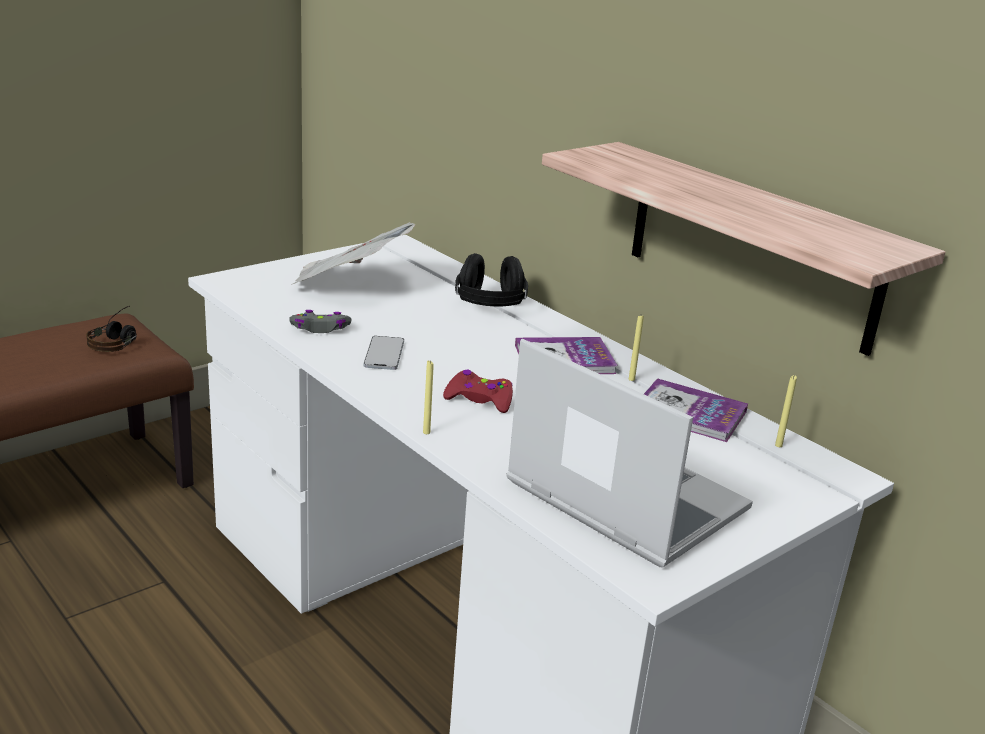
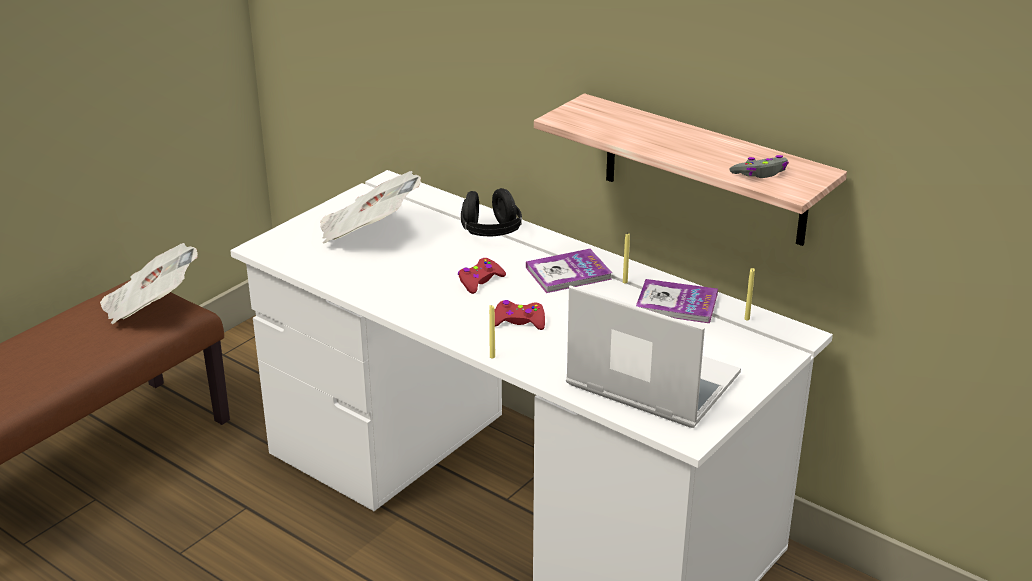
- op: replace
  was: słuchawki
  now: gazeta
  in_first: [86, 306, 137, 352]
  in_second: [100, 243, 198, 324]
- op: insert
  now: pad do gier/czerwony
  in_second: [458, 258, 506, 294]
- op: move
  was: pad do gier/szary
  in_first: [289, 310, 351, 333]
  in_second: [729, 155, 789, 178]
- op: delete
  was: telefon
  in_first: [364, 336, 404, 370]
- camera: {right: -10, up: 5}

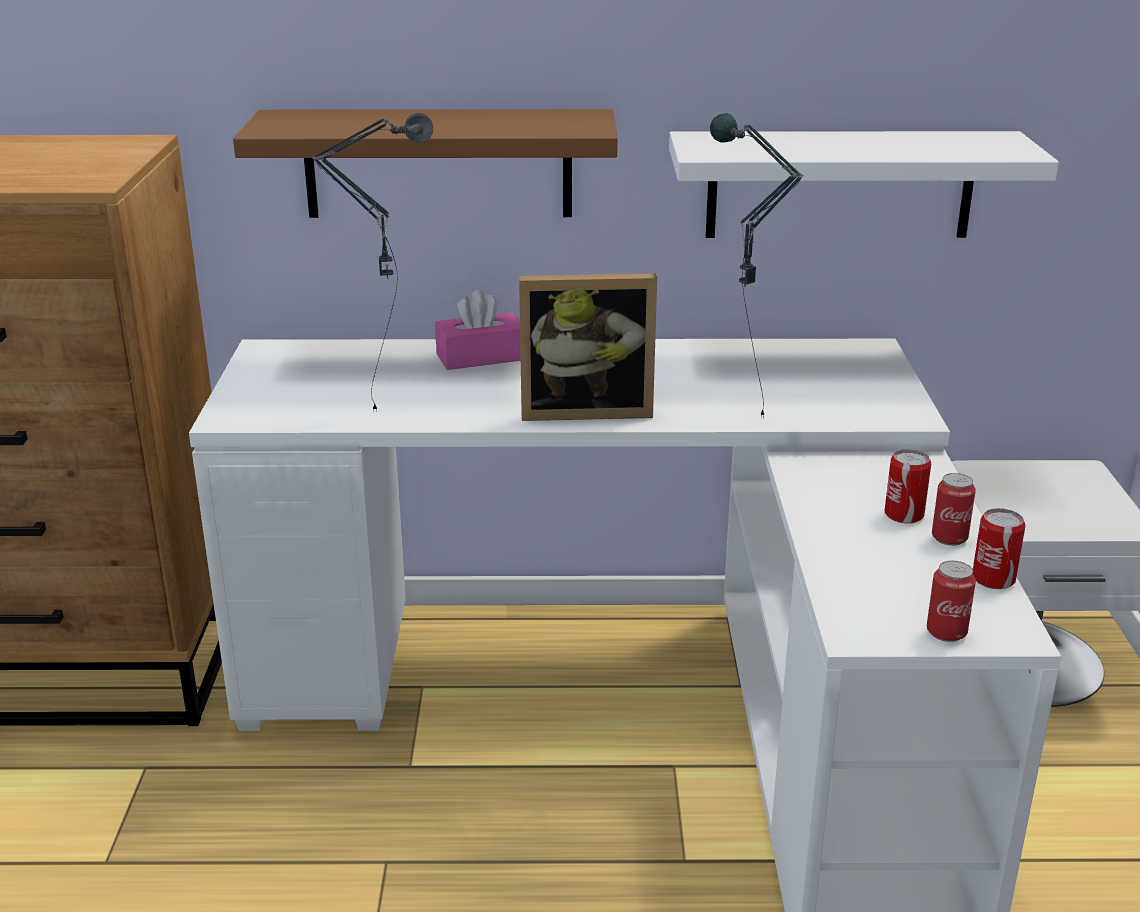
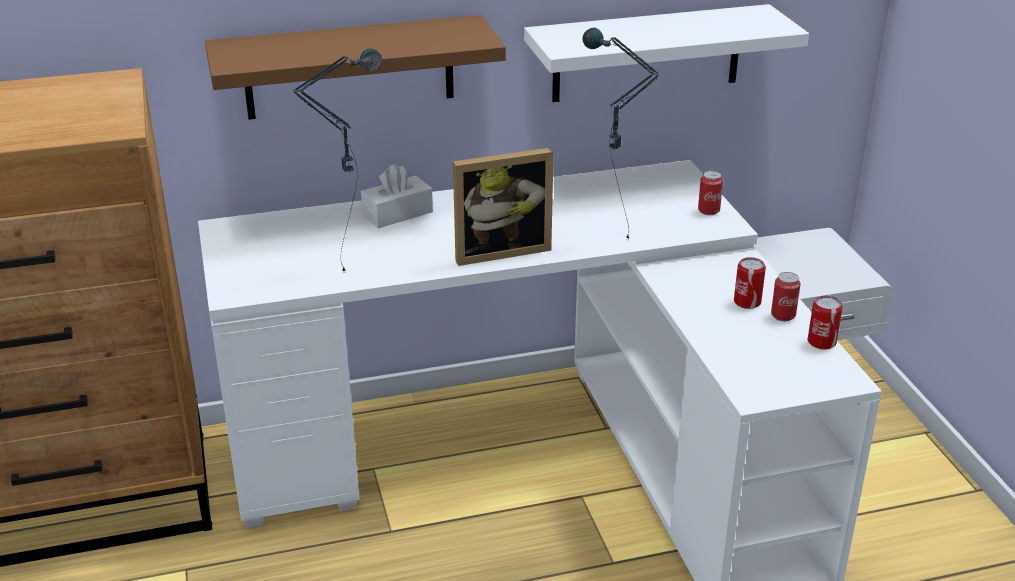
- op: recolor
  was: pudełko chusteczek/różowy
  now: pudełko chusteczek/biały
  in_first: [435, 290, 521, 370]
  in_second: [361, 164, 433, 228]
- op: move
  was: puszka
  in_first: [927, 561, 976, 642]
  in_second: [698, 171, 723, 215]
- camera: {right: -15, up: 5}

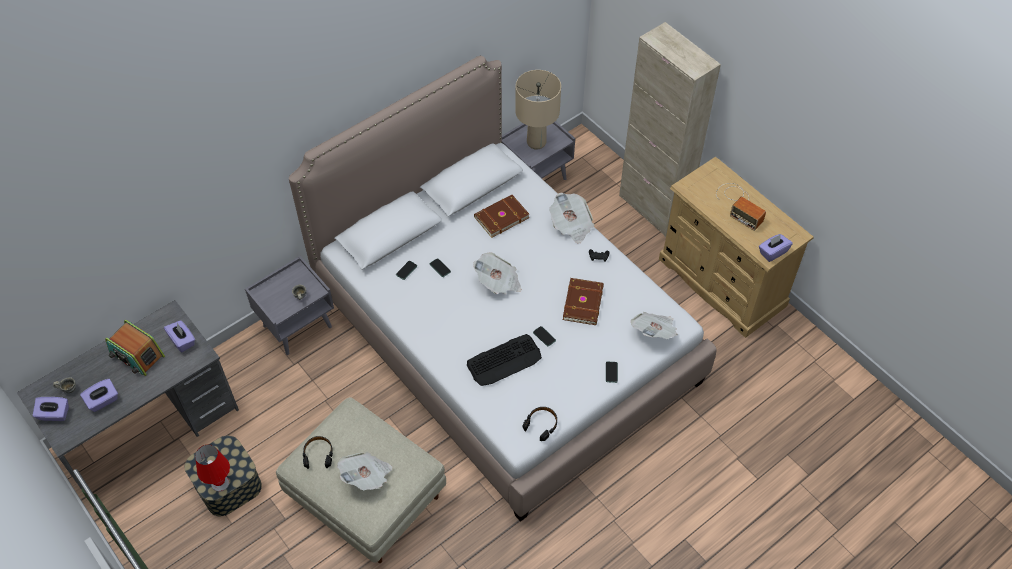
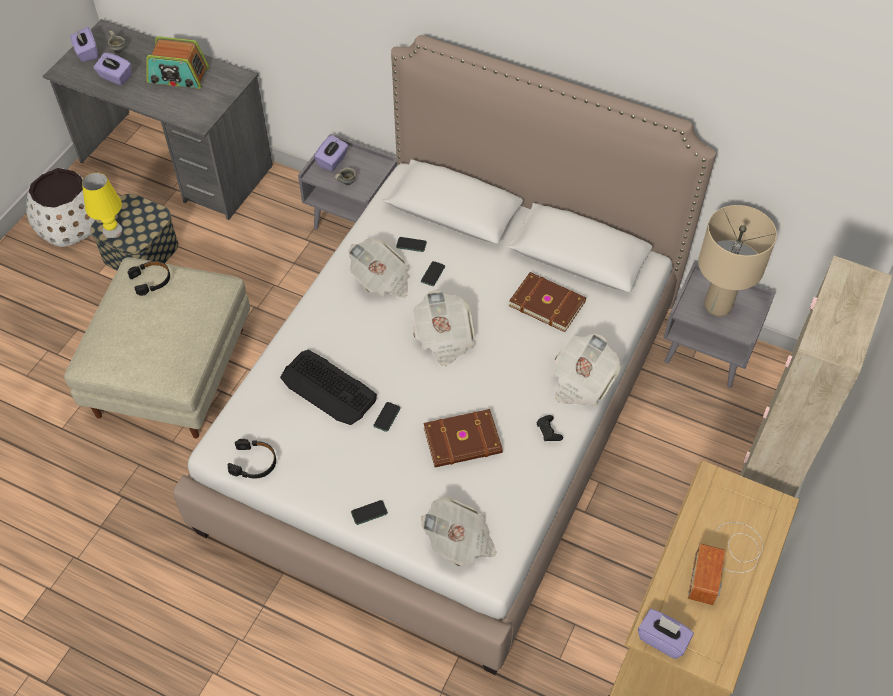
- op: insert
  now: donica/biały
  in_second: [26, 168, 96, 247]
- op: recolor
  was: lampa stołowa/czerwony
  now: lampa stołowa/żółty
  in_first: [195, 445, 230, 492]
  in_second: [82, 172, 122, 238]
- op: rotate
  was: radio
  in_first: [105, 320, 165, 376]
  in_second: [146, 36, 209, 88]
  clockwise: -90
- op: move
  was: pudełko chusteczek/fioletowy
  in_first: [164, 320, 195, 352]
  in_second: [314, 135, 348, 171]
- op: move
  was: gazeta
  in_first: [337, 452, 393, 490]
  in_second: [348, 238, 410, 297]
- camera: {right: 65, up: 0}

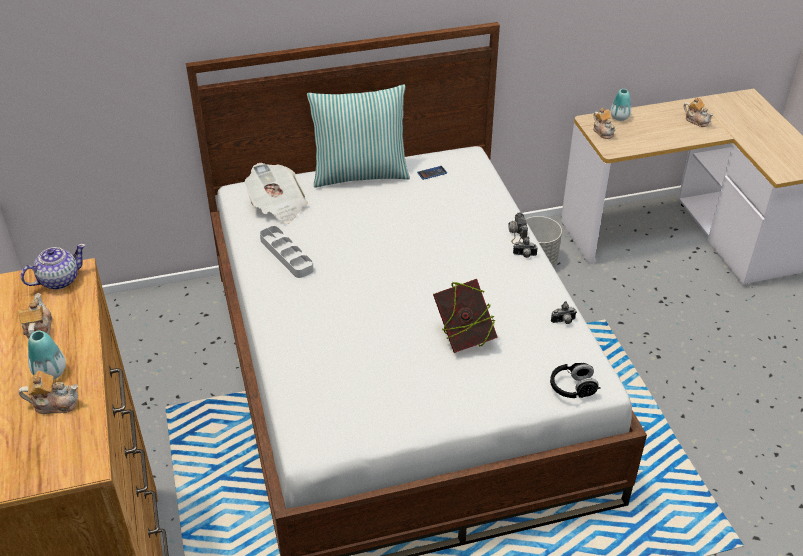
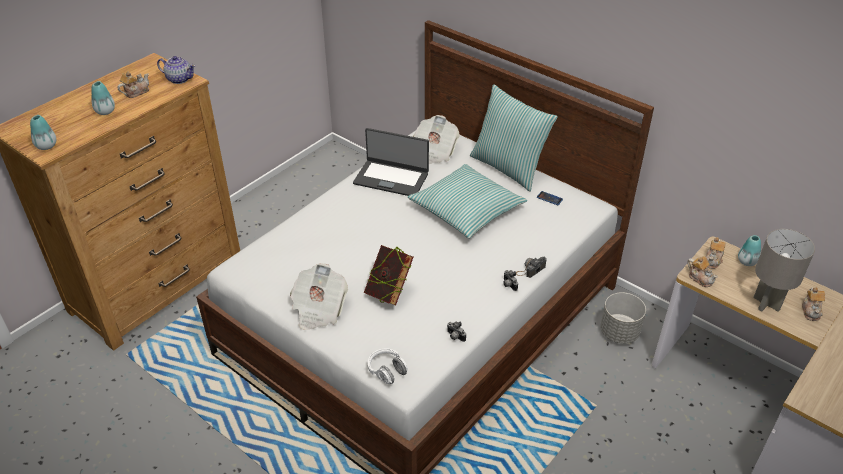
- op: insert
  now: wazon
  in_second: [30, 115, 56, 150]
- op: insert
  now: gazeta
  in_second: [290, 263, 348, 330]
- op: replace
  was: taca/szary
  now: laptop
  in_first: [260, 226, 314, 278]
  in_second: [353, 128, 429, 196]
- op: recolor
  was: słuchawki/czarny
  now: słuchawki/biały
  in_first: [550, 363, 601, 398]
  in_second: [368, 348, 408, 384]
- op: insert
  now: poduszka
  in_second: [407, 164, 527, 238]
- op: move
  was: imbryk
  in_first: [19, 371, 78, 414]
  in_second: [687, 256, 718, 287]
- op: insert
  now: lampa stołowa/szary
  in_second: [753, 229, 815, 311]
- camera: {right: 55, up: 0}

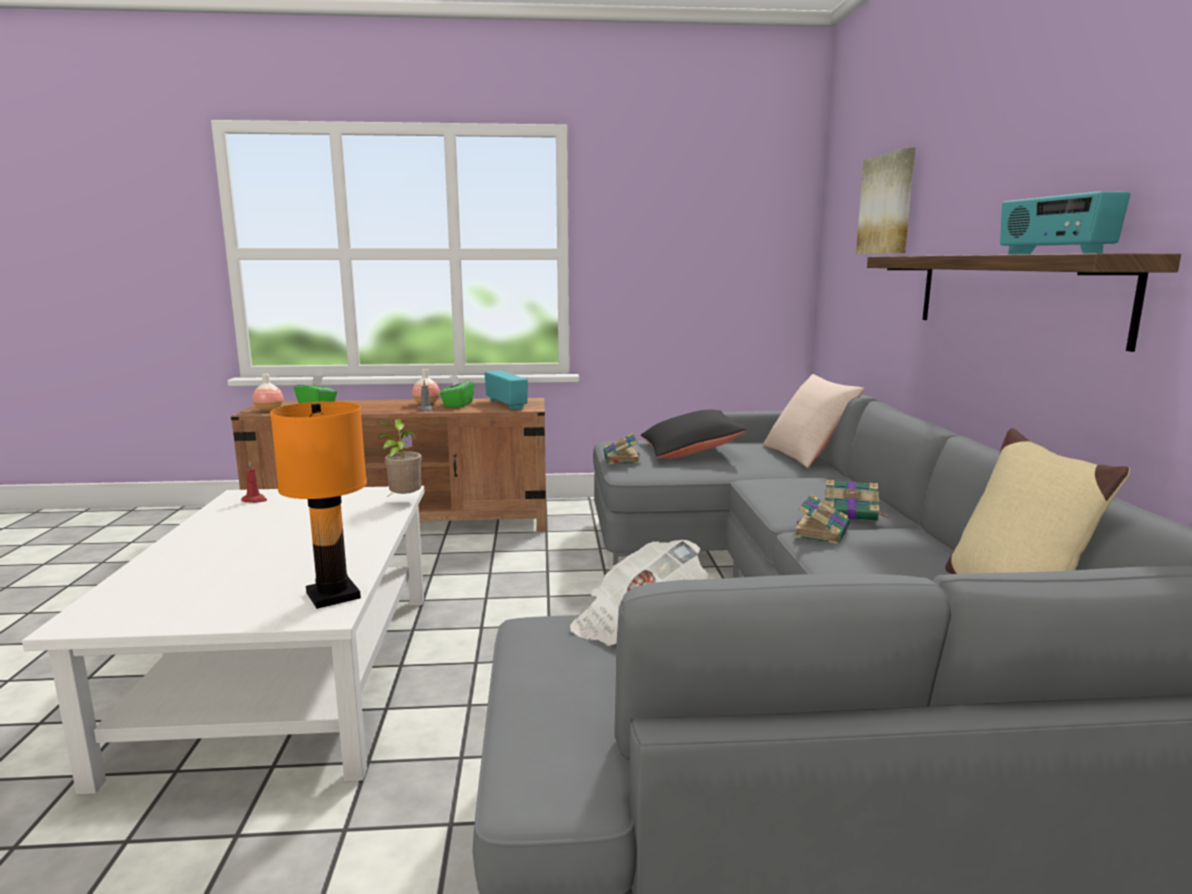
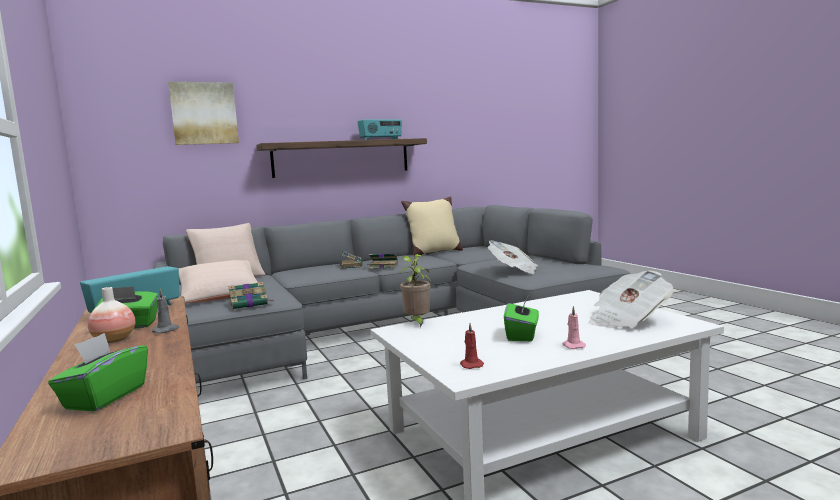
- op: recolor
  was: poduszka/czarny
  now: poduszka/beżowy
  in_first: [641, 410, 746, 458]
  in_second: [179, 260, 258, 303]
- op: insert
  now: pudełko chusteczek/zielony
  in_second: [504, 296, 539, 341]
- op: insert
  now: świeca/różowy
  in_second: [562, 306, 586, 349]
- op: insert
  now: gazeta
  in_second: [589, 271, 673, 328]
- op: delete
  was: wazon
  in_first: [253, 374, 284, 412]
- op: delete
  was: lampa stołowa/pomarańczowy
  in_first: [270, 401, 367, 609]
- camera: {right: -110, up: -5}

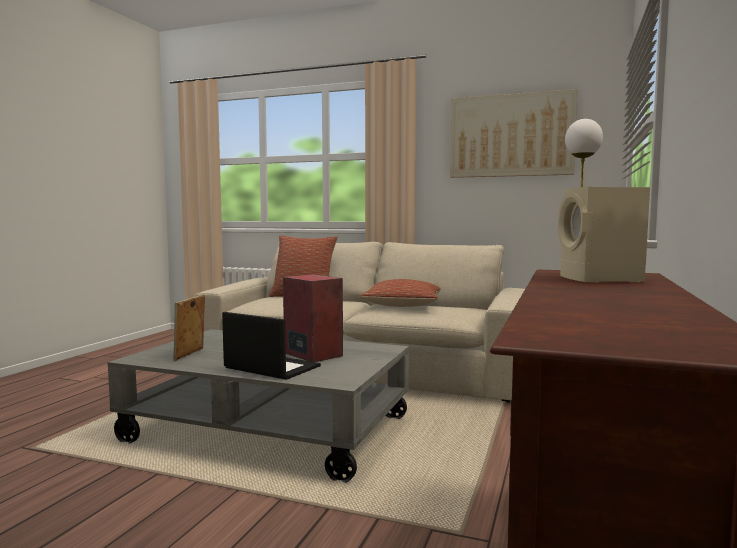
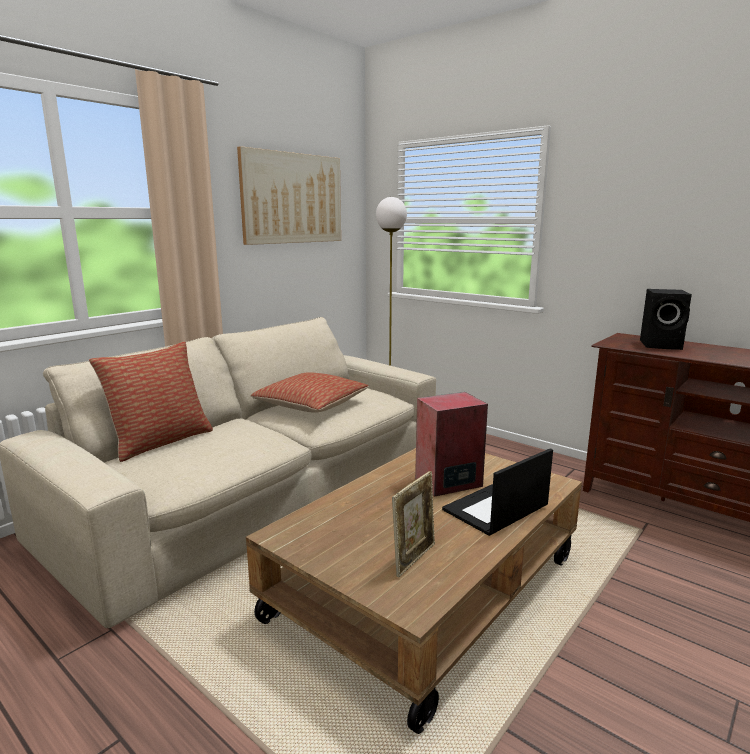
- op: recolor
  was: ława/szary
  now: ława/brązowy
  in_first: [107, 329, 409, 482]
  in_second: [246, 448, 582, 734]
- op: rotate
  was: ramka na zdjęcie
  in_first: [173, 294, 205, 361]
  in_second: [392, 471, 435, 578]
  clockwise: -90
- op: recolor
  was: głośnik/beżowy
  now: głośnik/czarny
  in_first: [558, 187, 650, 282]
  in_second: [640, 289, 692, 350]
- camera: {right: -70, up: 10}

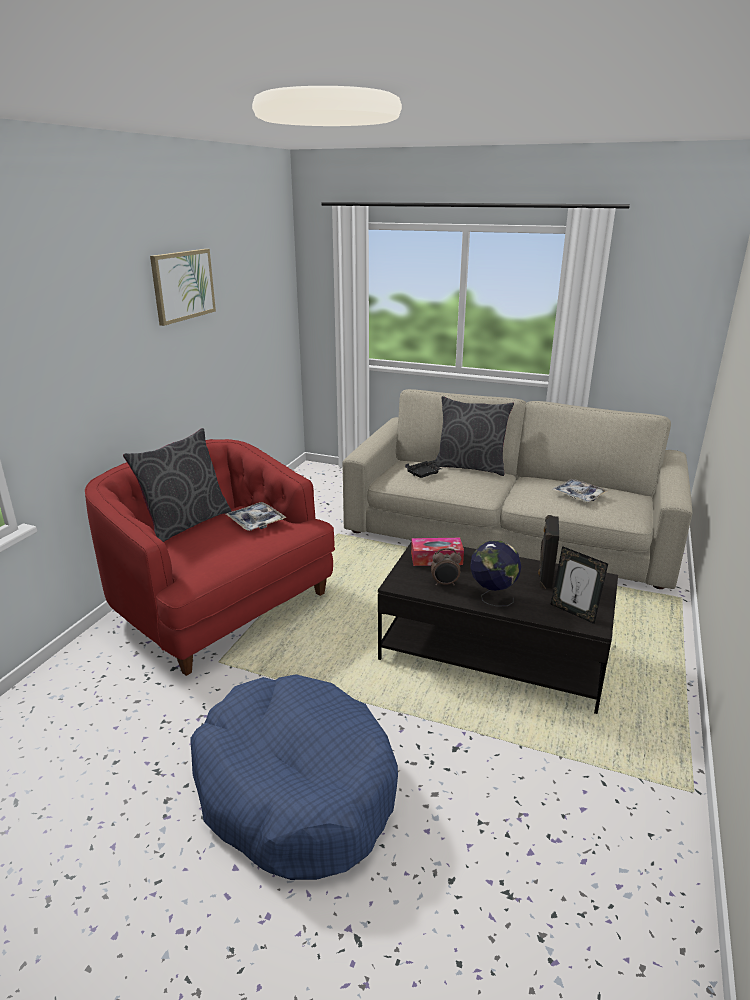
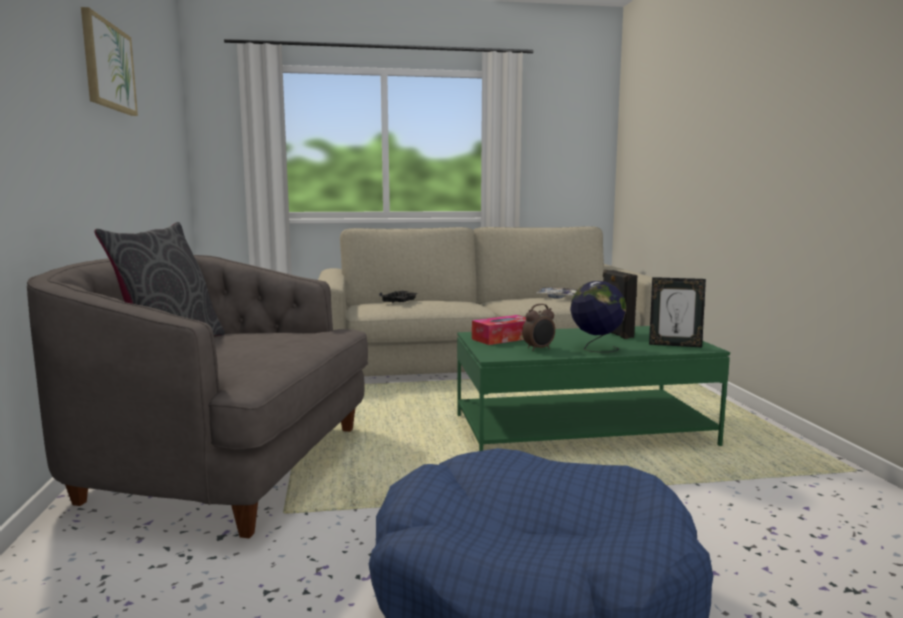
- op: recolor
  was: fotel/czerwony
  now: fotel/szary
  in_first: [85, 439, 335, 676]
  in_second: [27, 255, 368, 538]
- op: recolor
  was: ława/czarny
  now: ława/zielony
  in_first: [378, 541, 618, 714]
  in_second: [457, 326, 730, 451]
- op: delete
  was: taca
  in_first: [226, 502, 287, 531]
- op: delete
  was: poduszka/szary
  in_first: [434, 396, 514, 476]
- camera: {right: -30, up: -15}

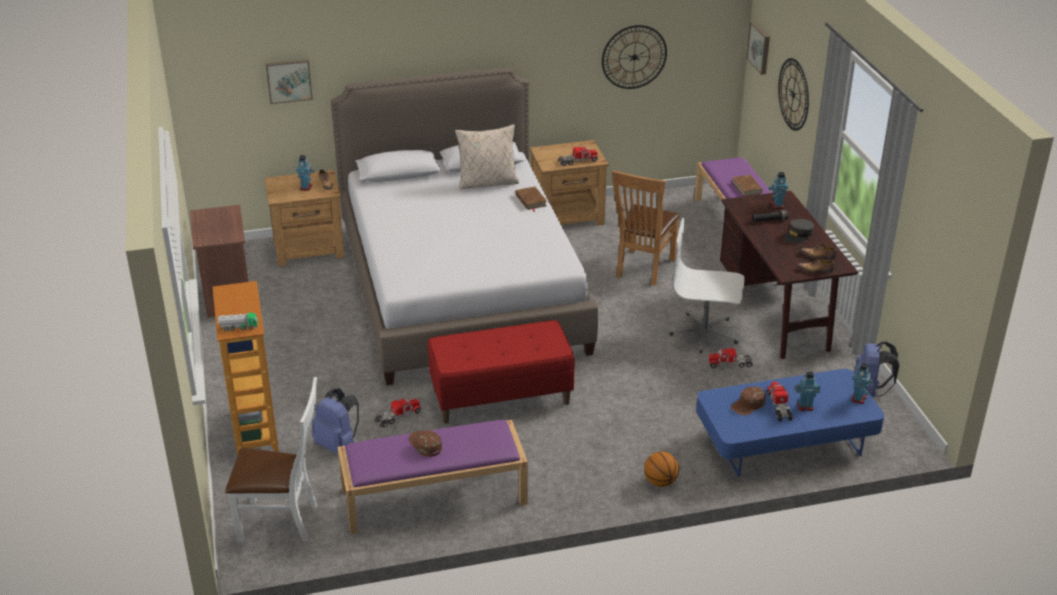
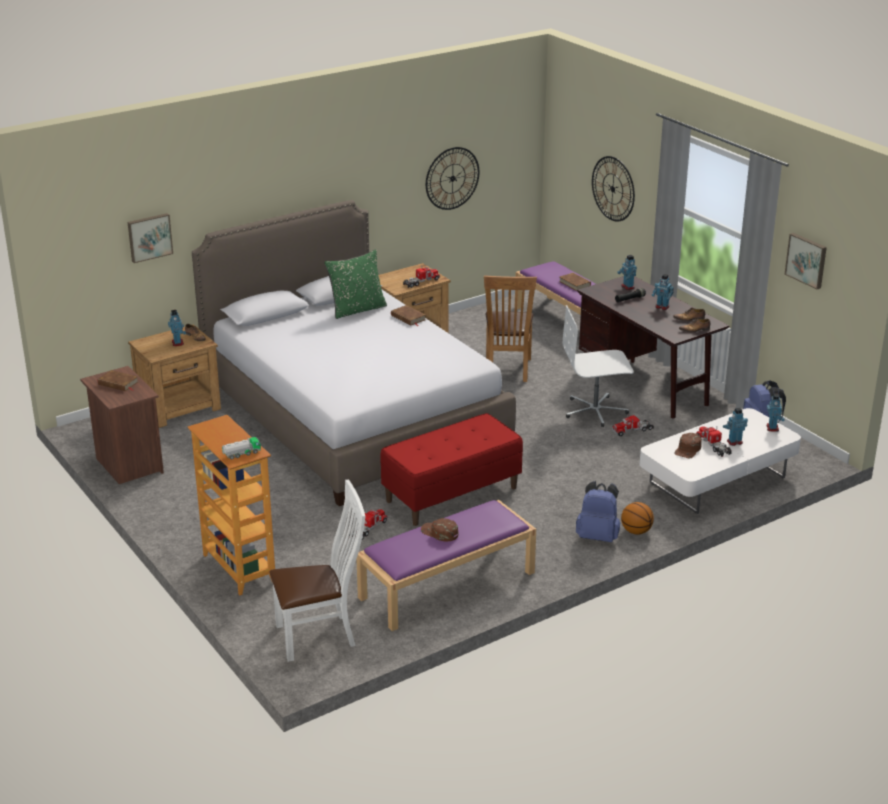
- op: insert
  now: książka/brązowy
  in_second: [98, 370, 138, 391]
- op: recolor
  was: poduszka/beżowy
  now: poduszka/zielony
  in_first: [455, 124, 519, 189]
  in_second: [325, 250, 387, 319]
- op: move
  was: plecak/niebieski
  in_first: [312, 388, 359, 454]
  in_second: [576, 481, 620, 542]
- op: recolor
  was: ława/niebieski
  now: ława/biały
  in_first: [696, 369, 884, 477]
  in_second: [640, 408, 801, 514]
- op: replace
  was: czapka z daszkiem/szary
  now: robot zabawkowy
  in_first: [784, 219, 814, 243]
  in_second: [652, 274, 674, 310]
- op: move
  was: obraz
  in_first: [746, 21, 770, 75]
  in_second: [785, 233, 827, 289]
- camera: {right: -20, up: -5}

